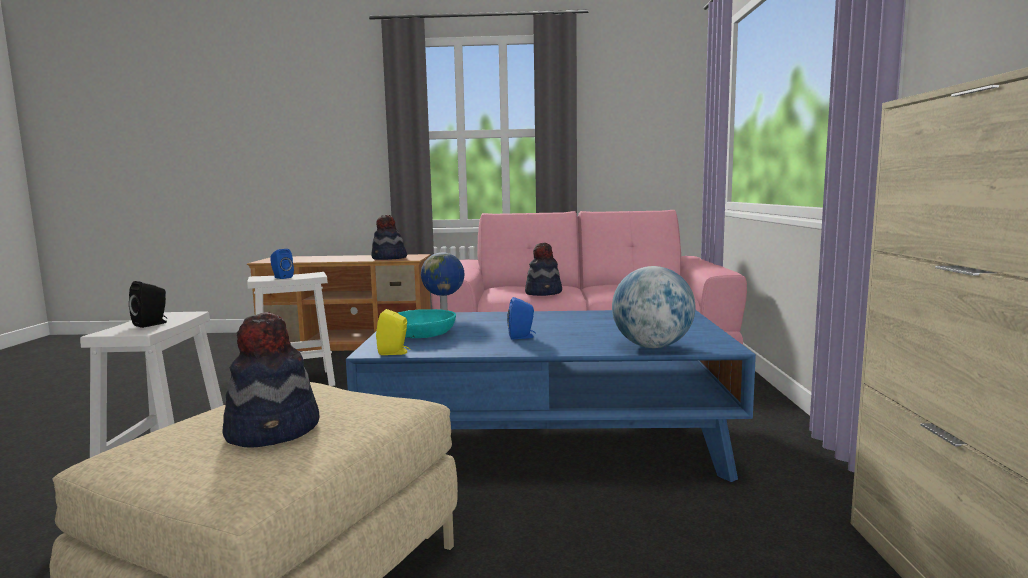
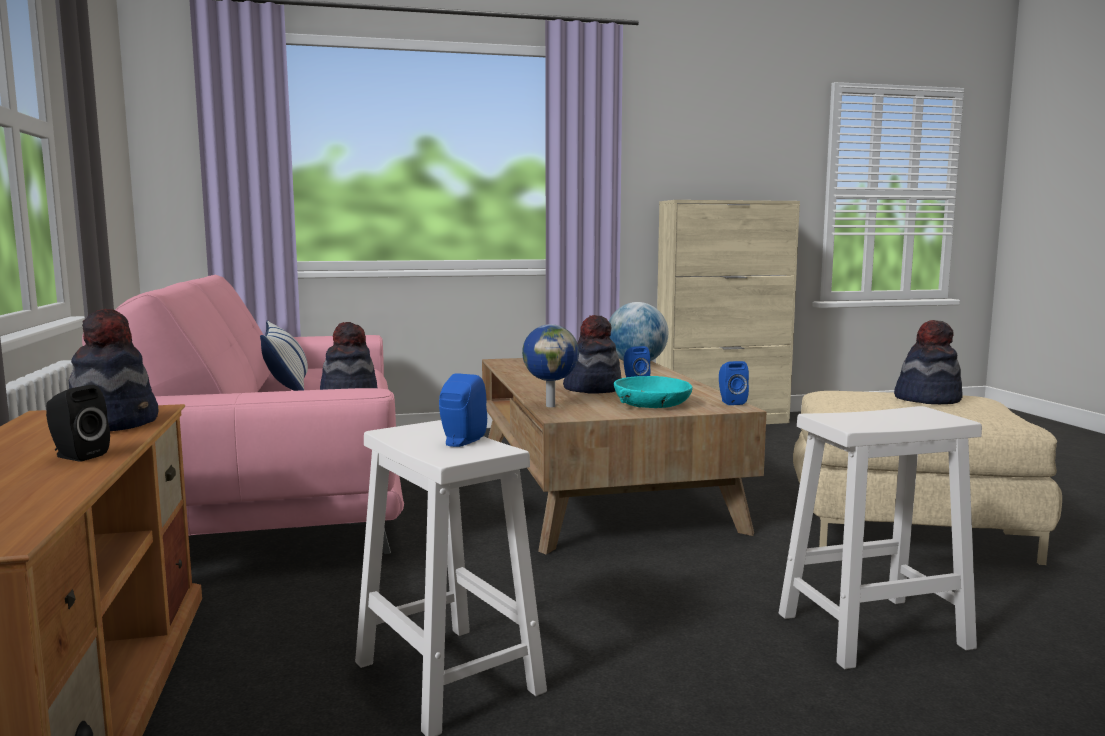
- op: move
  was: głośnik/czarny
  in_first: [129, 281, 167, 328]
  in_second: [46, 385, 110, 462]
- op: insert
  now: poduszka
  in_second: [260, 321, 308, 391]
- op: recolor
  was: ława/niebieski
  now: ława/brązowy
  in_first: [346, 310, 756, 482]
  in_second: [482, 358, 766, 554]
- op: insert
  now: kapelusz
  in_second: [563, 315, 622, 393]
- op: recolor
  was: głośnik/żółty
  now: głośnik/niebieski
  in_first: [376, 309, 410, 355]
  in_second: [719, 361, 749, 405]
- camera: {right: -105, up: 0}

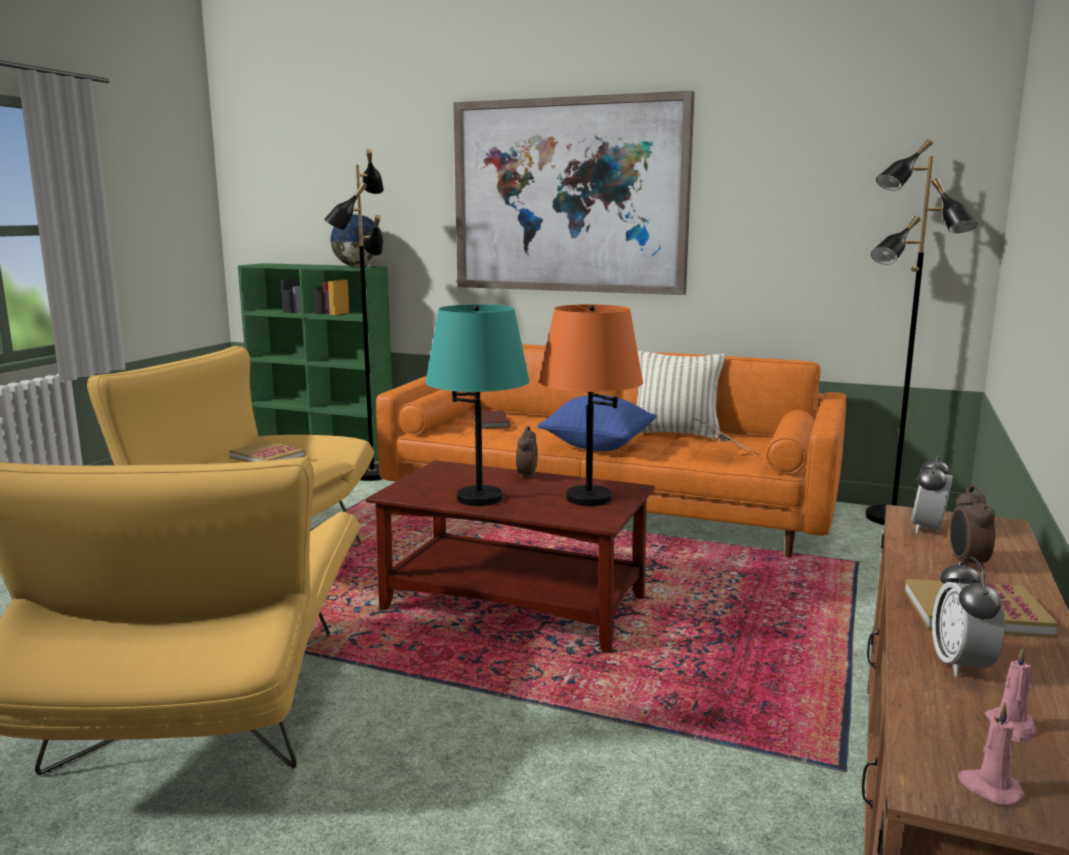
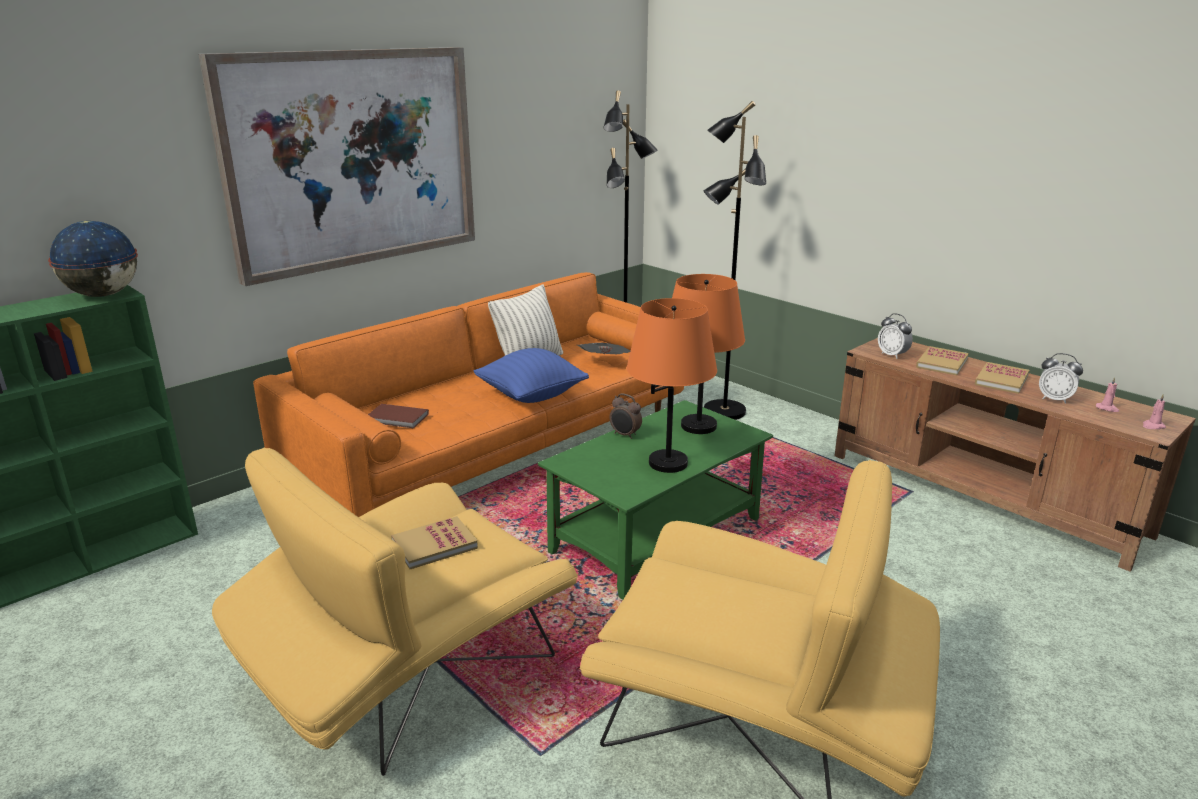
- op: recolor
  was: ława/brązowy
  now: ława/zielony
  in_first: [366, 460, 655, 653]
  in_second: [538, 400, 773, 600]
- op: recolor
  was: lampa stołowa/turkusowy
  now: lampa stołowa/pomarańczowy
  in_first: [425, 304, 530, 506]
  in_second: [627, 298, 717, 473]
- op: move
  was: lampa stojąca/czarny
  in_first: [324, 149, 384, 481]
  in_second: [704, 101, 766, 420]
- op: replace
  was: budzik
  now: książka
  in_first: [950, 485, 995, 569]
  in_second: [916, 346, 969, 375]
- camera: {right: -65, up: 10}

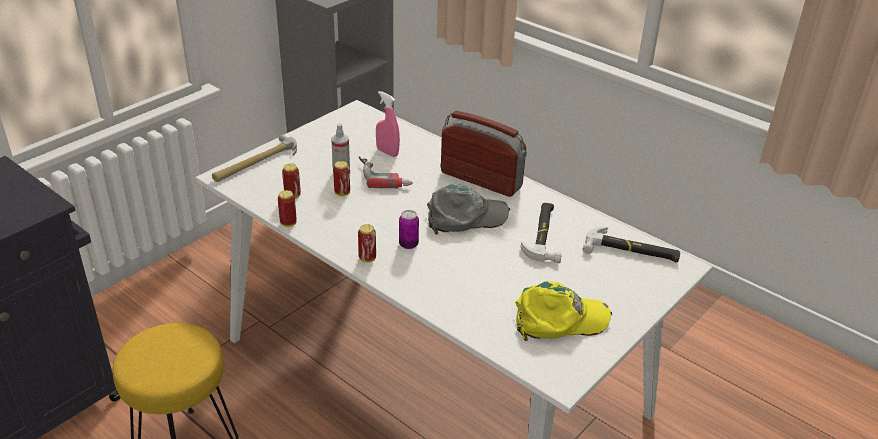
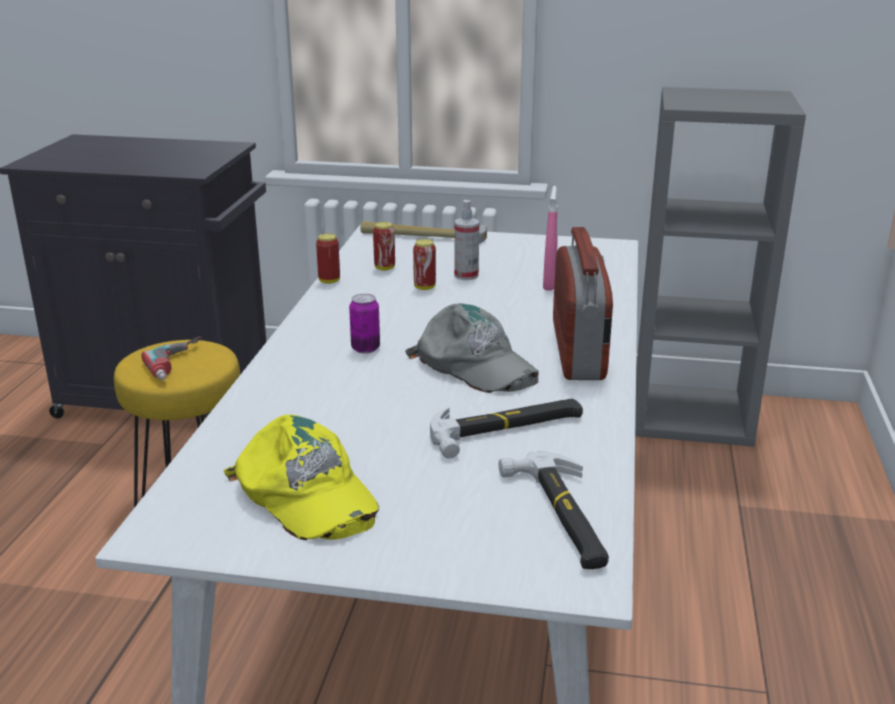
- op: move
  was: wiertarka
  in_first: [359, 156, 413, 188]
  in_second: [142, 337, 201, 380]
- op: delete
  was: puszka
  in_first: [358, 224, 376, 263]
- camera: {right: 60, up: -10}

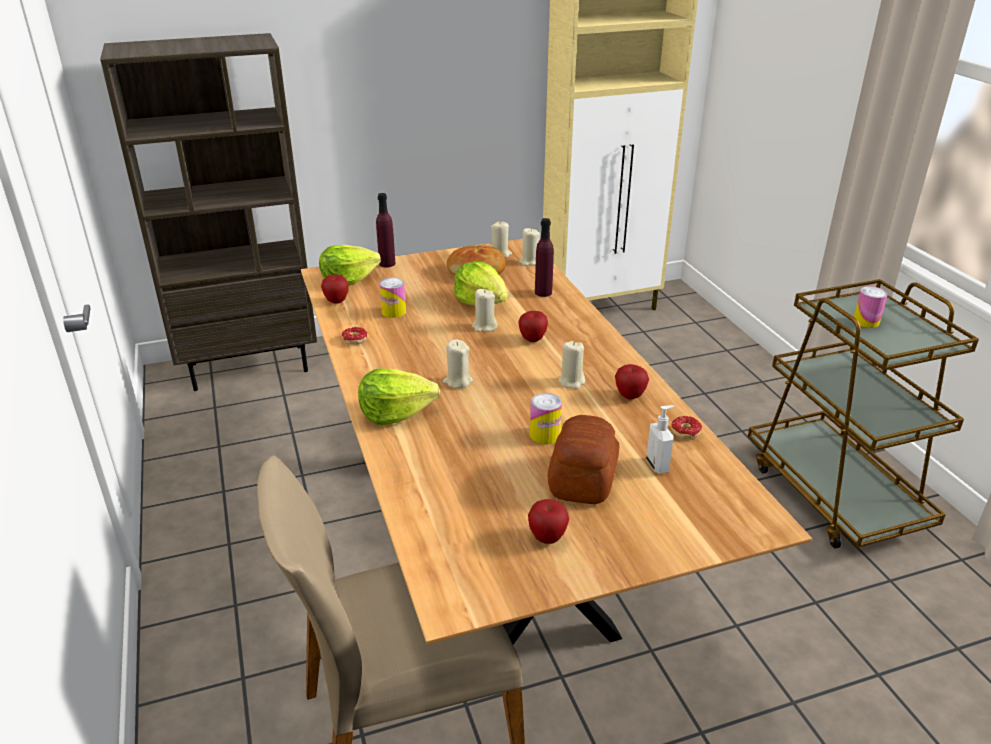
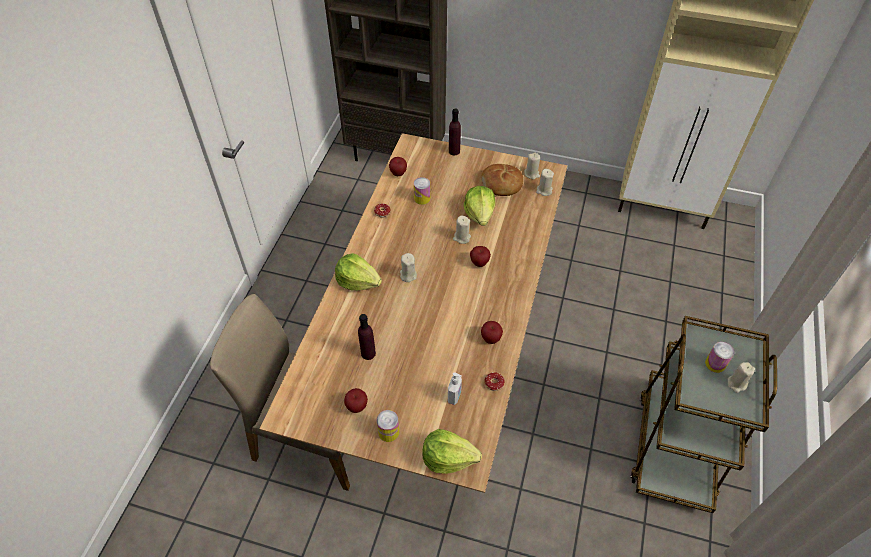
- op: move
  was: butelka/fioletowy
  in_first: [535, 218, 554, 297]
  in_second: [358, 314, 376, 360]
- op: move
  was: puszka
  in_first: [530, 393, 562, 444]
  in_second: [377, 410, 399, 442]
- op: move
  was: sałata
  in_first: [319, 245, 381, 285]
  in_second: [422, 429, 482, 474]
- op: move
  was: świeca/beżowy
  in_first: [558, 341, 585, 389]
  in_second: [728, 362, 755, 393]
- op: delete
  was: chleb
  in_first: [548, 415, 620, 504]
- camera: {right: 35, up: 20}

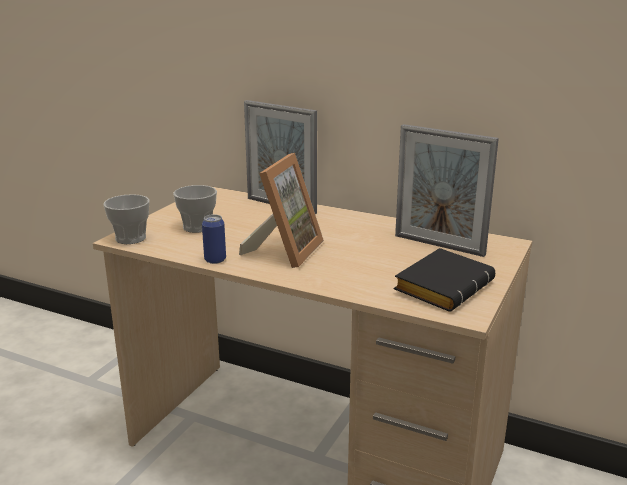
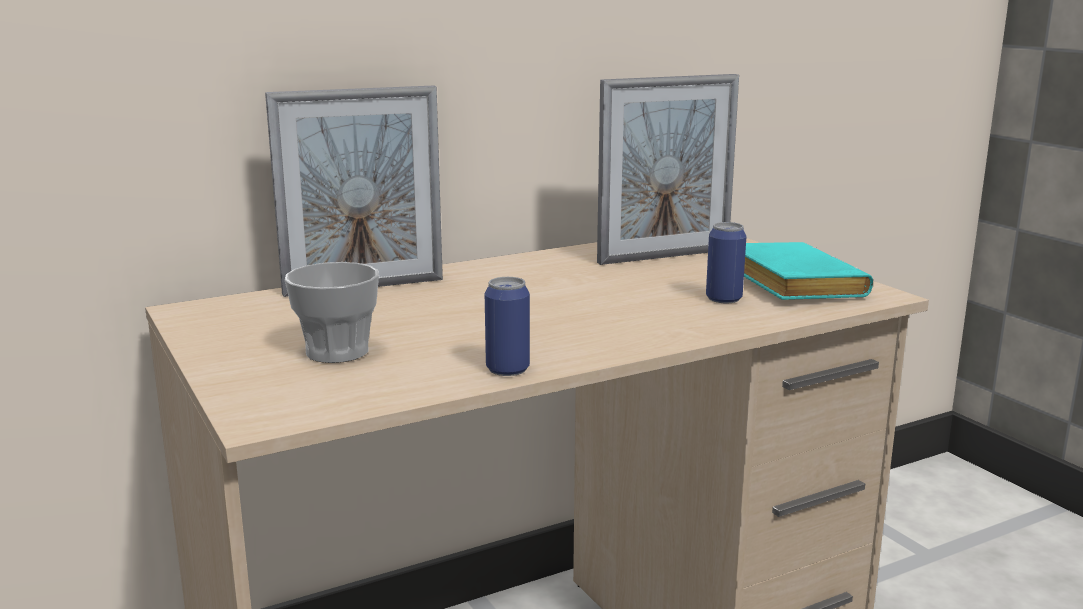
- op: insert
  now: puszka
  in_second: [706, 222, 746, 303]
- op: recolor
  was: książka/czarny
  now: książka/turkusowy
  in_first: [394, 248, 495, 312]
  in_second: [744, 242, 873, 300]
- op: delete
  was: filiżanka
  in_first: [104, 194, 150, 244]
- op: delete
  was: ramka na zdjęcie
  in_first: [239, 153, 324, 268]
- camera: {right: -55, up: -5}

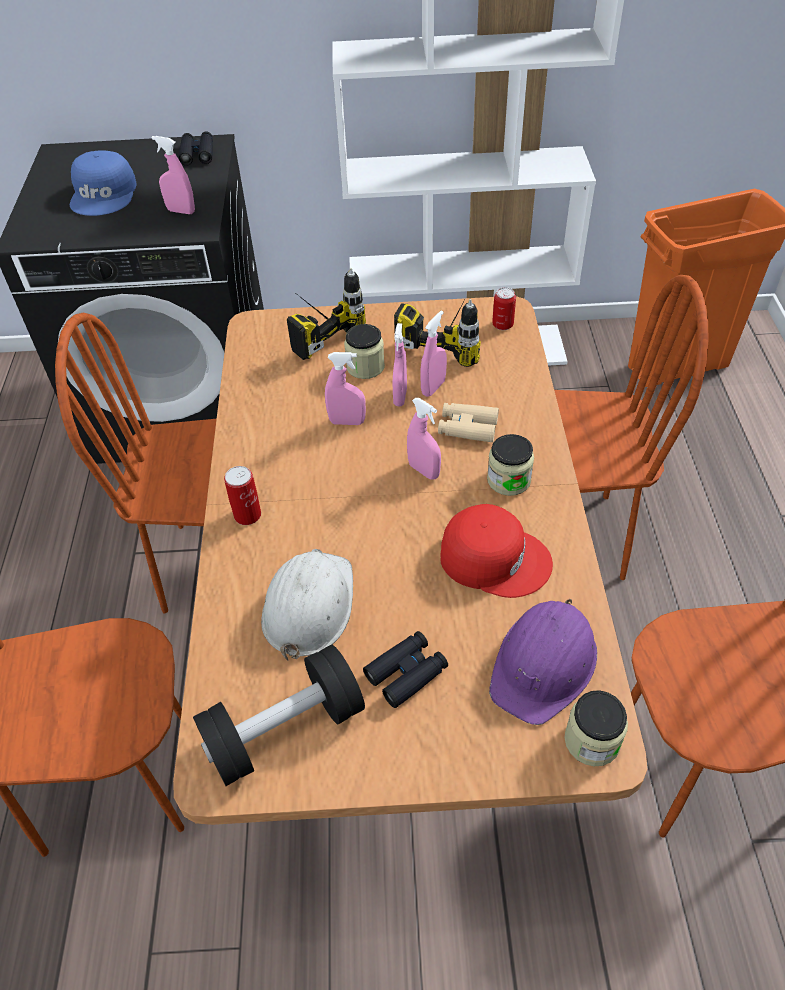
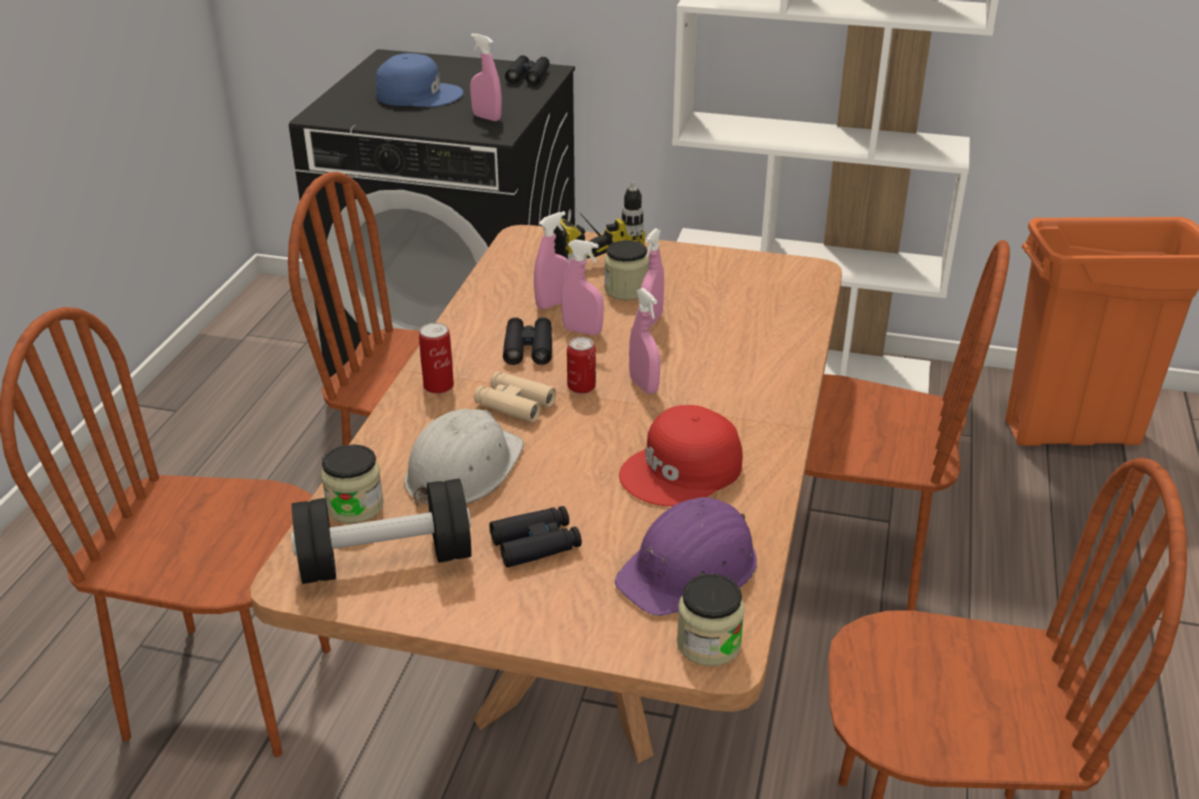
- op: move
  was: słoik
  in_first: [487, 434, 534, 496]
  in_second: [321, 444, 384, 524]
- op: rotate
  was: czapka z daszkiem/niebieski
  in_first: [70, 150, 137, 216]
  in_second: [376, 53, 463, 107]
  clockwise: -105
- op: move
  was: lornetka/beżowy
  in_first: [438, 403, 499, 442]
  in_second: [474, 372, 556, 423]
- op: insert
  now: lornetka/czarny
  in_second: [503, 317, 552, 365]
- op: move
  was: spryskiwacz/różowy
  in_first: [420, 310, 447, 397]
  in_second: [534, 211, 569, 310]
- op: move
  was: puszka
  in_first: [492, 287, 516, 330]
  in_second: [567, 337, 596, 394]
- op: rotate
  was: czapka z daszkiem/czerwony
  in_first: [441, 504, 553, 598]
  in_second: [619, 405, 743, 507]
  clockwise: 105
- op: delete
  was: wiertarka
  in_first: [394, 299, 481, 367]
- camera: {right: 15, up: -15}

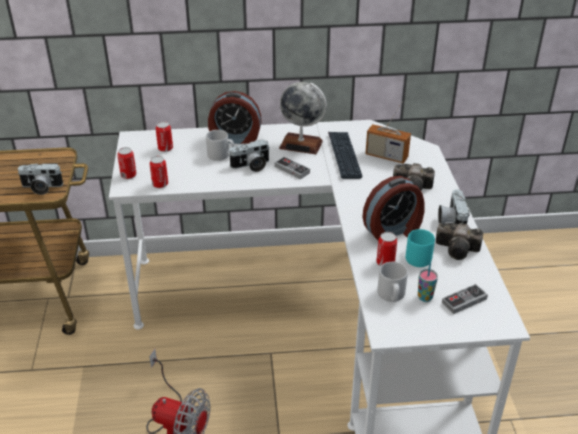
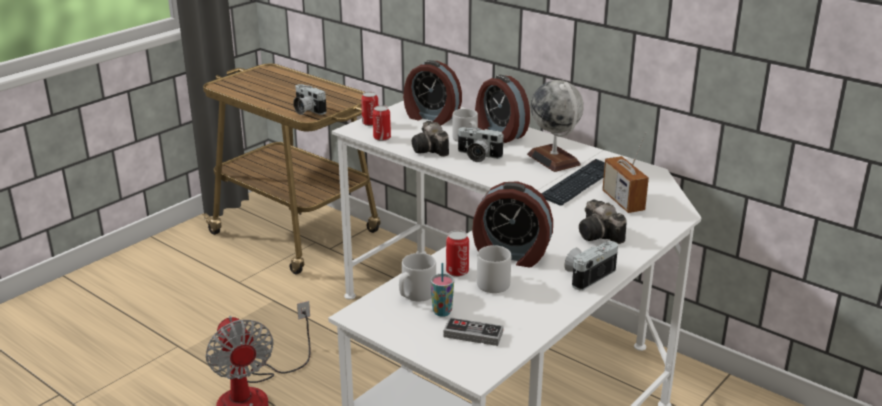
- op: replace
  was: puszka
  now: budzik
  in_first: [156, 121, 173, 152]
  in_second: [403, 60, 462, 125]
- op: move
  was: aparat fotograficzny
  in_first: [436, 223, 483, 260]
  in_second: [412, 121, 449, 157]
- op: recolor
  was: kubek/turkusowy
  now: kubek/szary
  in_first: [406, 229, 435, 267]
  in_second: [477, 245, 511, 293]
- op: delete
  was: pad do gier
  in_first: [275, 157, 310, 179]
- camera: {right: 45, up: -10}

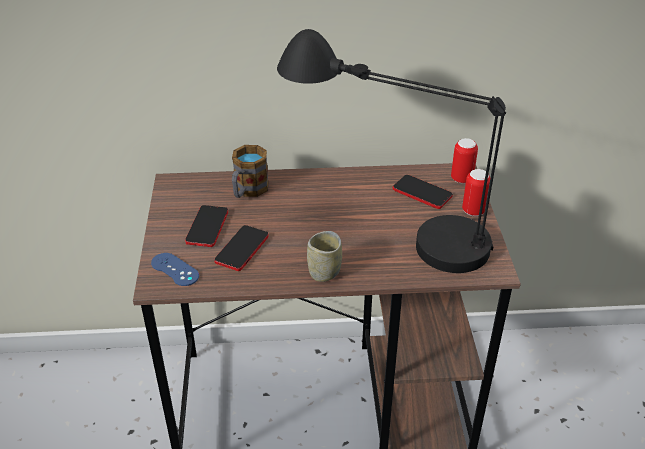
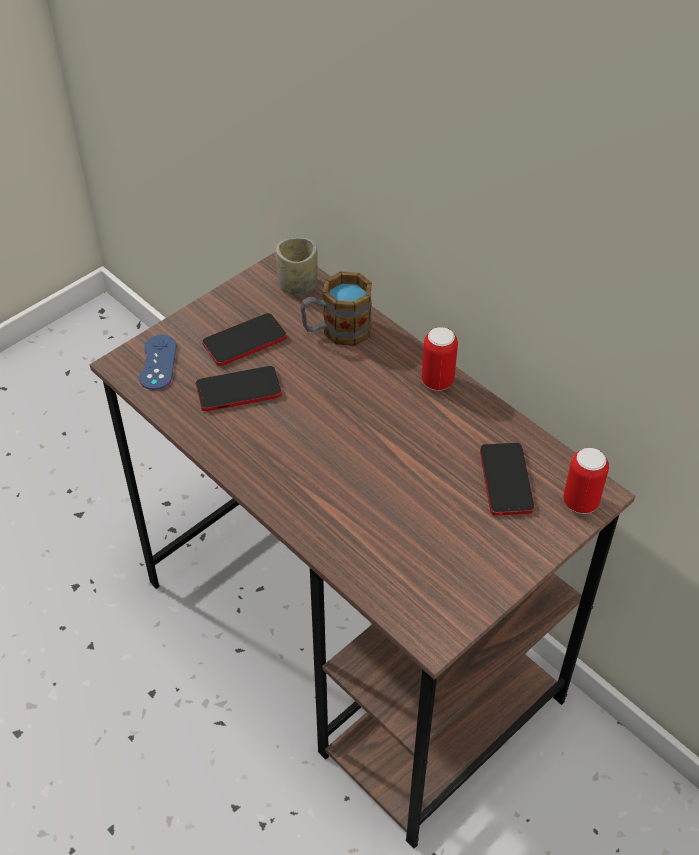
- op: move
  was: filiżanka
  in_first: [307, 231, 342, 282]
  in_second: [276, 238, 318, 294]
- op: move
  was: puszka
  in_first: [462, 169, 490, 216]
  in_second: [421, 327, 458, 391]
- op: delete
  was: lampa stołowa/czarny
  in_first: [277, 29, 506, 273]
- camera: {right: 50, up: 10}

